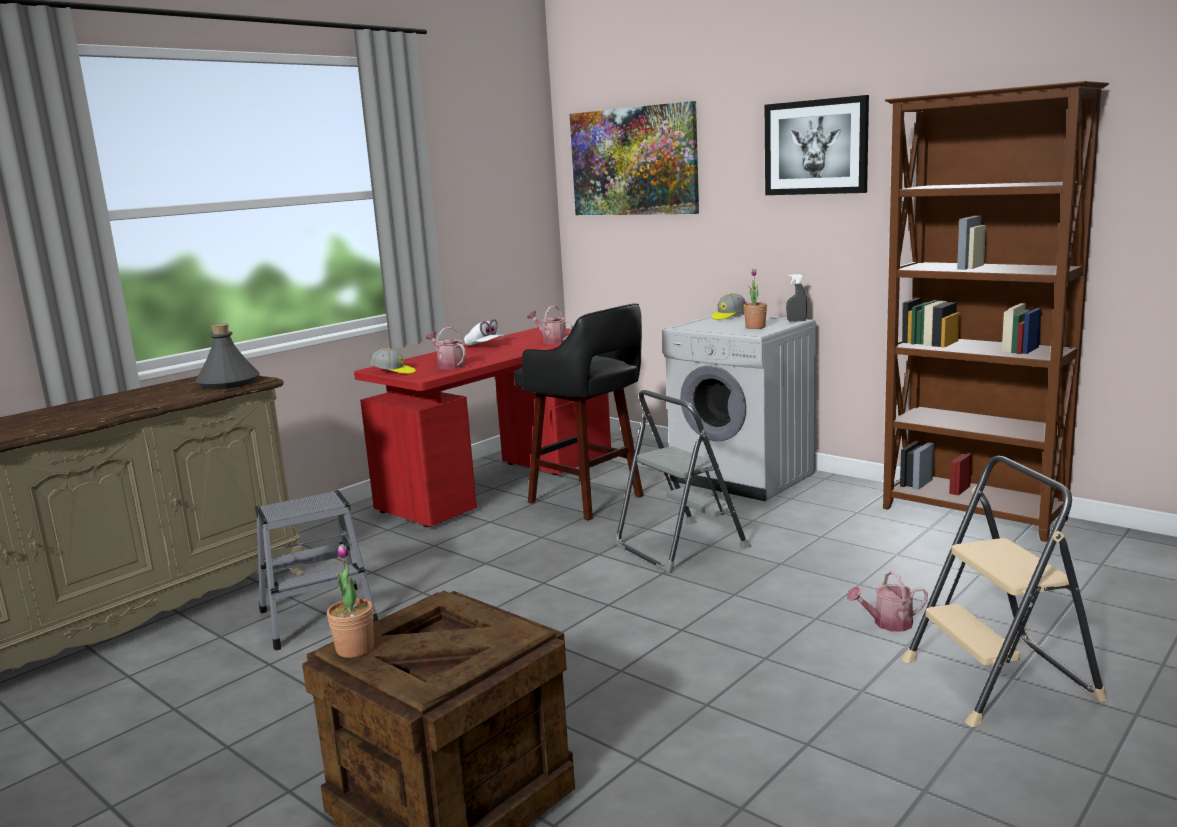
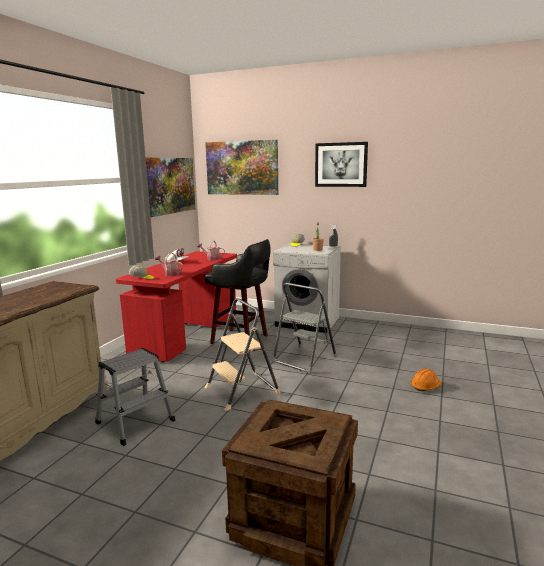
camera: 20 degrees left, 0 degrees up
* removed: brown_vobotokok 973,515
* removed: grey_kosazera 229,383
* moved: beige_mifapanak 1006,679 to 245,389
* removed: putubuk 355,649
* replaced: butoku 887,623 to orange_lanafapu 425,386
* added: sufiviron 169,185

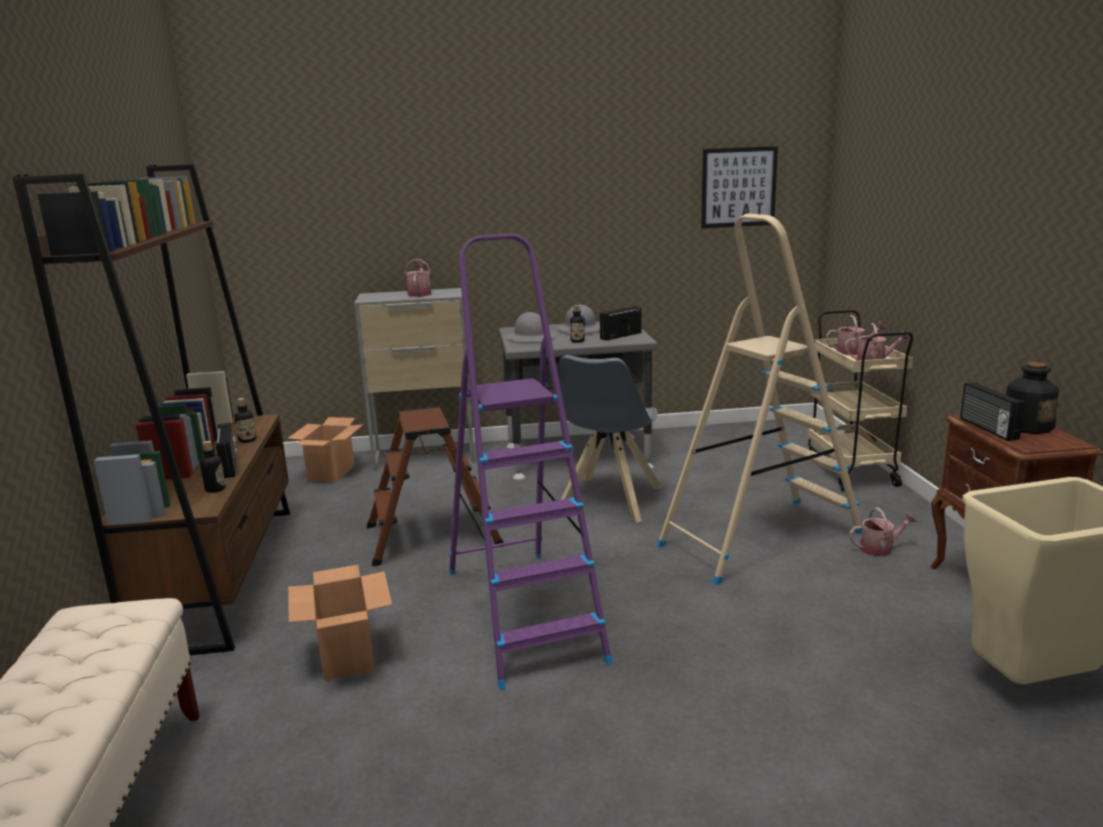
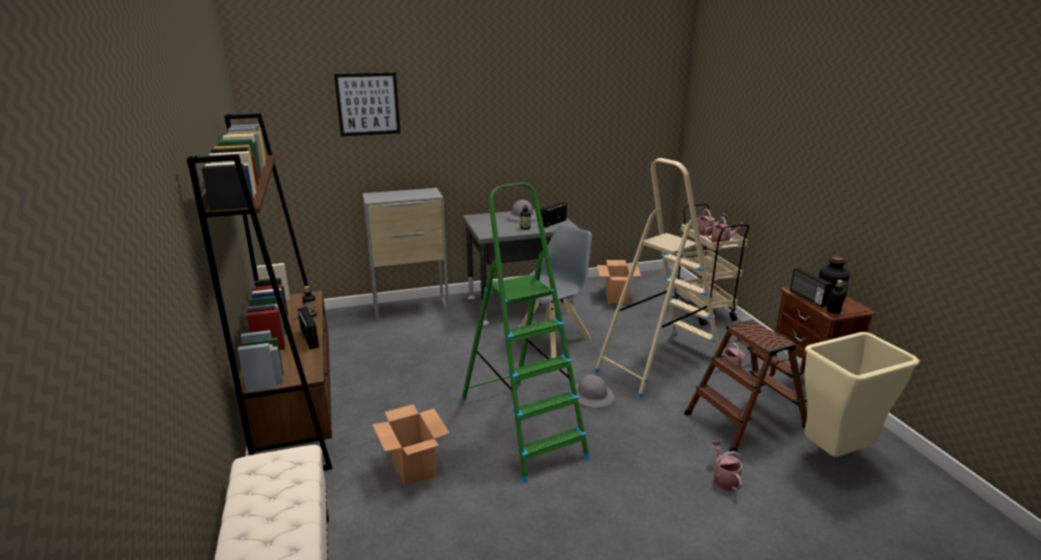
camera: 10 degrees left, 5 degrees up
* moved: sufiviron 738,187 to 368,104
* recoloured: purple_mifapanak 523,613 to green_mifapanak 521,427
* moved: butoku 420,293 to 724,479
* moved: grey_lanafapu 531,337 to 592,395
* turned: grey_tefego 608,501 = 552,339 150 degrees counterclockwise
* moved: brown_mifapanak 433,535 to 746,420
* moved: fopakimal 331,473 to 617,297
* moved: kosazera 215,489 to 833,311

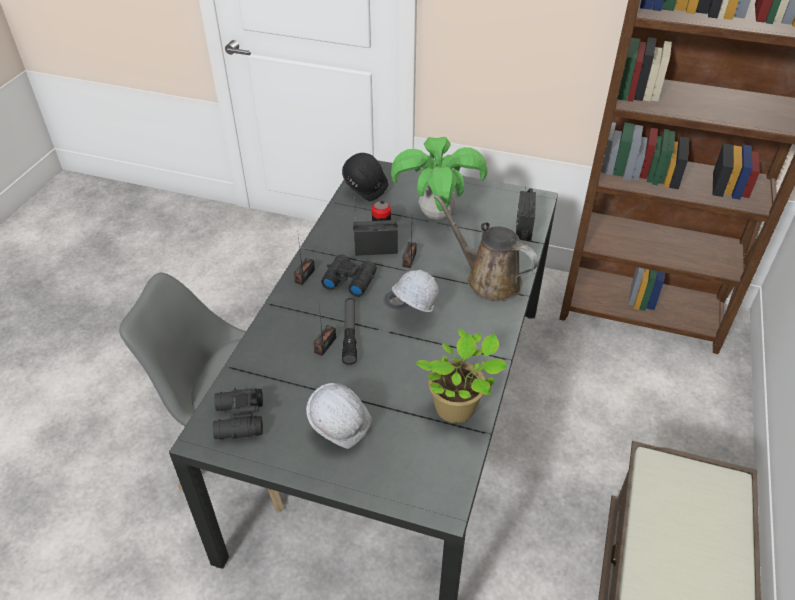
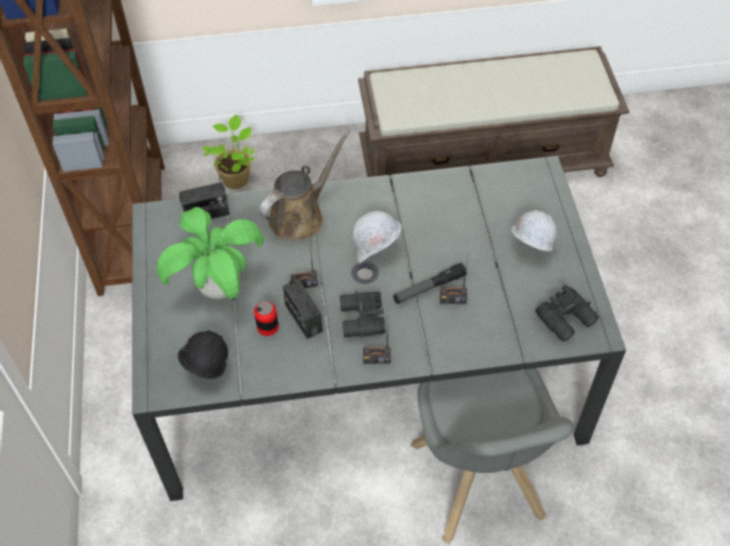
camera: 115 degrees left, 10 degrees up
* turned: brown_butoku 489,279 = 300,216 150 degrees counterclockwise
* moved: putubuk 458,409 to 236,178

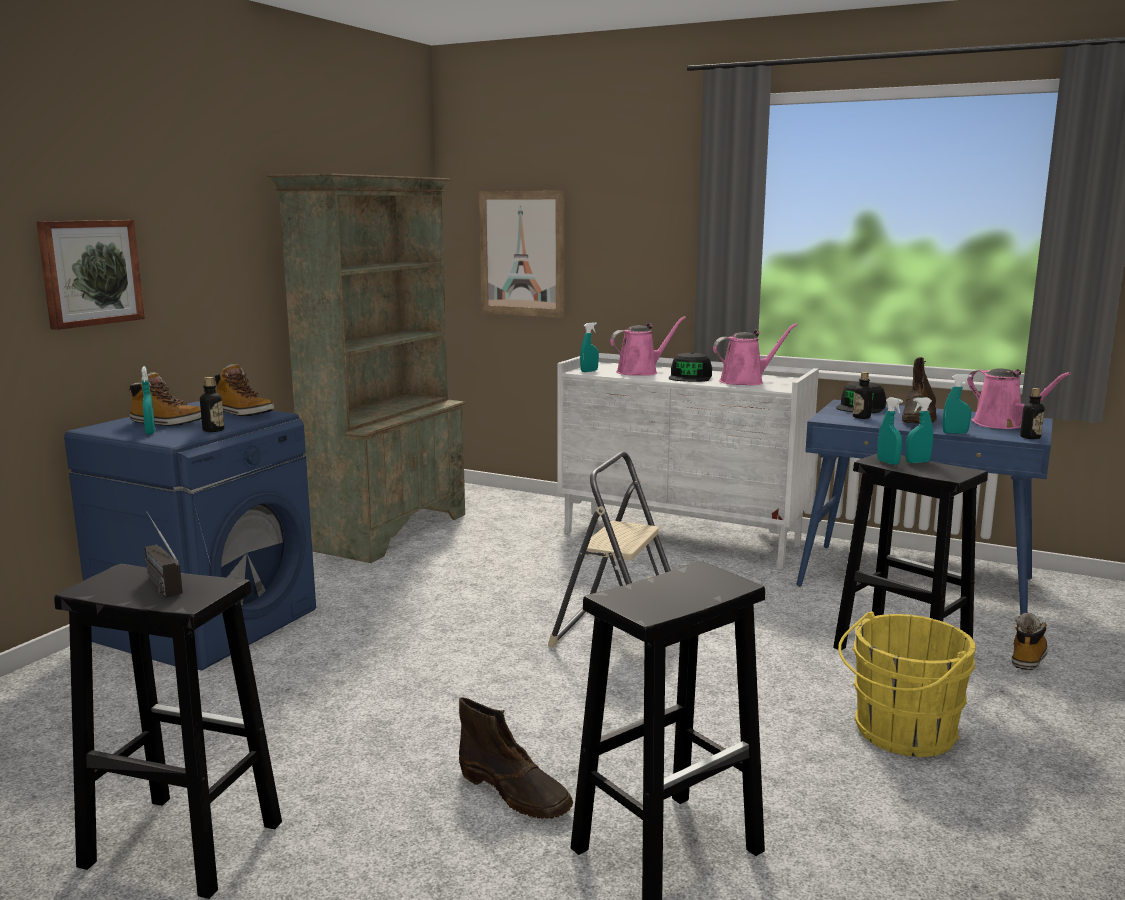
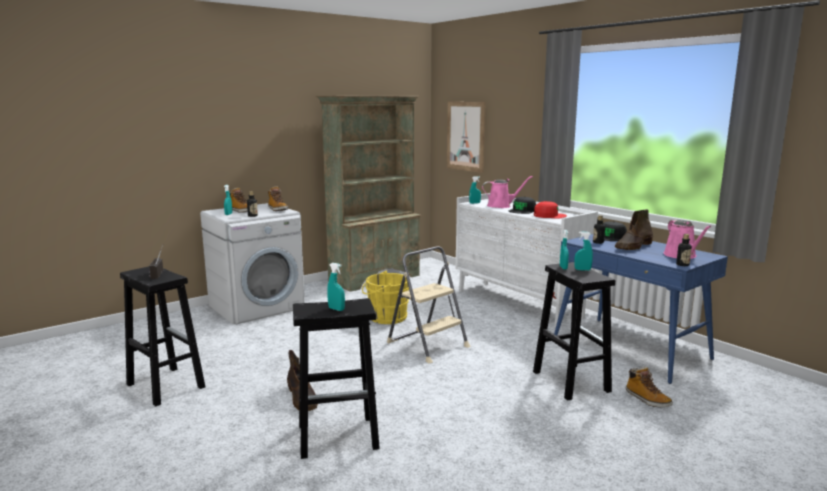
camera: 25 degrees right, 0 degrees up
* removed: sufiviron 90,272
* replaced: pink_butoku 745,381 to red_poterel 549,215
* moved: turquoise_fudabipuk 955,433 to 336,309
* recoloured: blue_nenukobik 213,624 to white_nenukobik 259,306
* moved: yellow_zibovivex 900,733 to 385,317
* turned: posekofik 1027,657 = 647,400 90 degrees clockwise

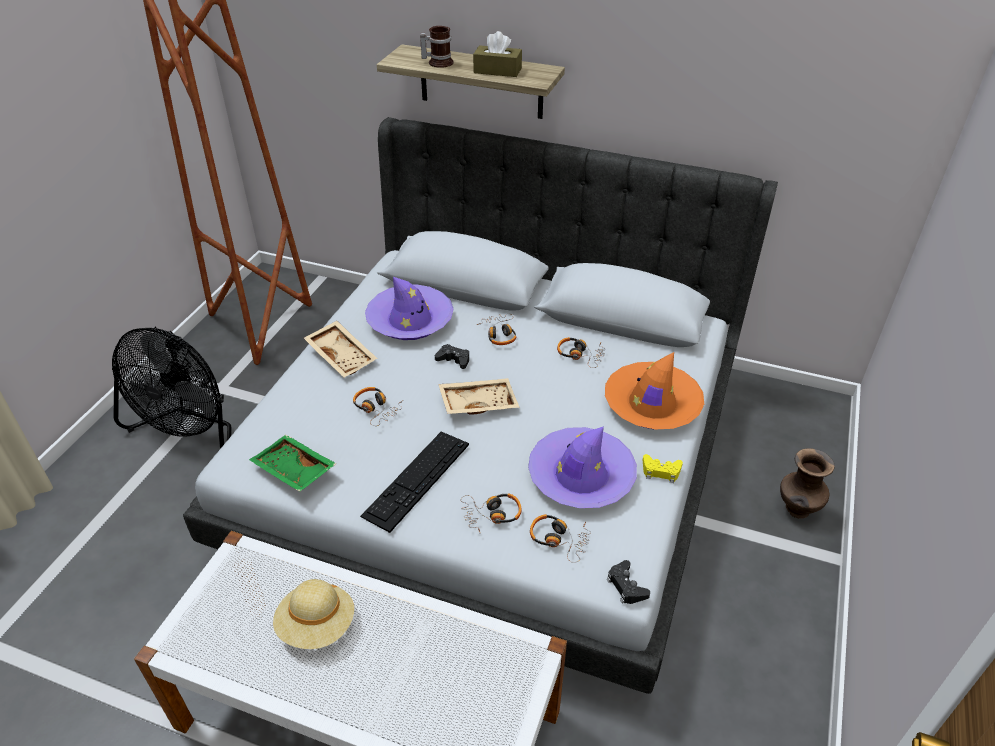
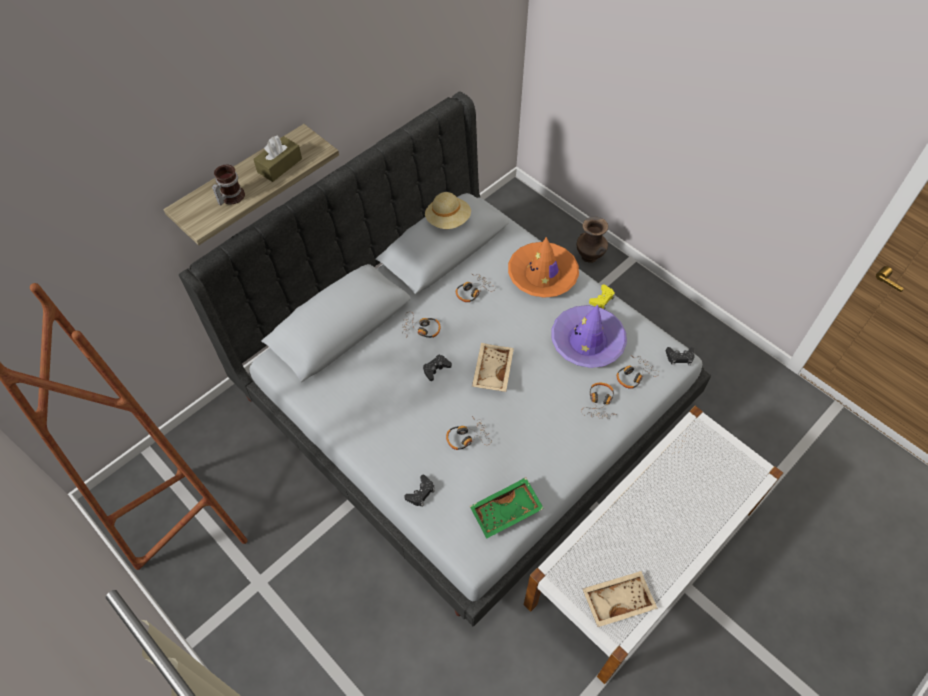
camera: 65 degrees left, 15 degrees up
* removed: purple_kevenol 410,320
* moved: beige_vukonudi 342,355 to 617,600
* removed: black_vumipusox 190,428
* removed: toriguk 417,479
* moved: beige_kevenol 317,626 to 448,220
* added: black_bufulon 421,493

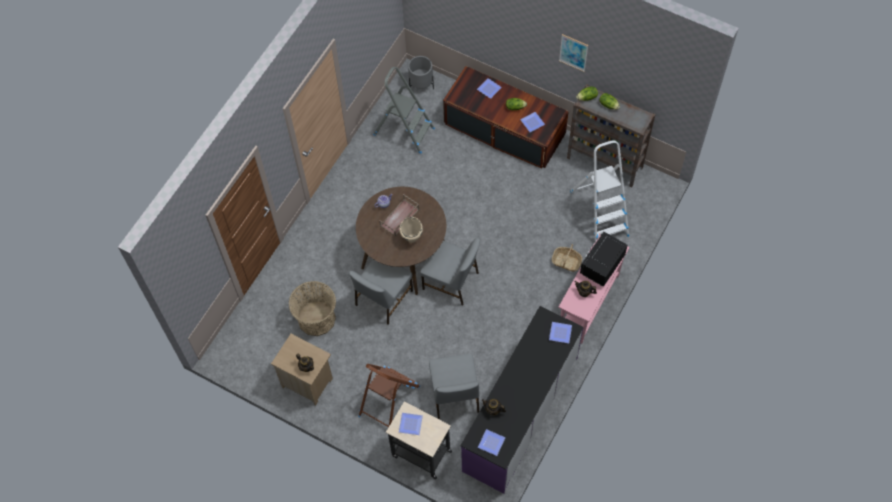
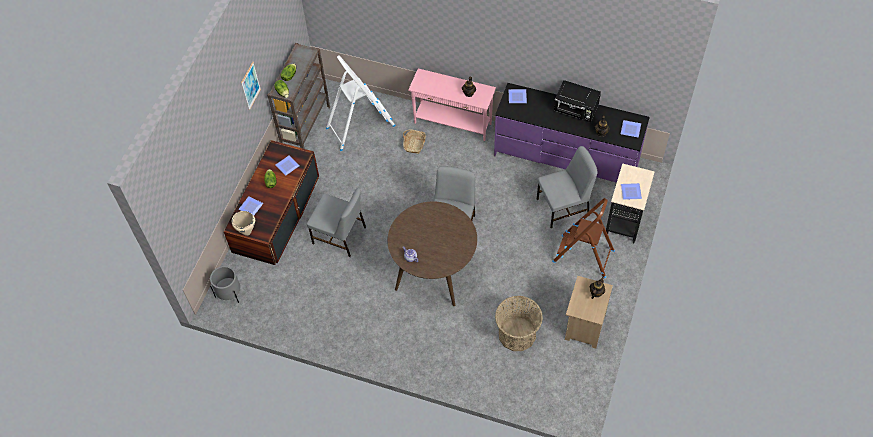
camera: 100 degrees left, 5 degrees down
* removed: grey_mifapanak 404,131
* removed: brown_vukonudi 399,218
* moved: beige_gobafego 412,238 to 246,231
* moved: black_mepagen 601,266 to 576,110
* moved: grey_tefego 383,298 to 340,236

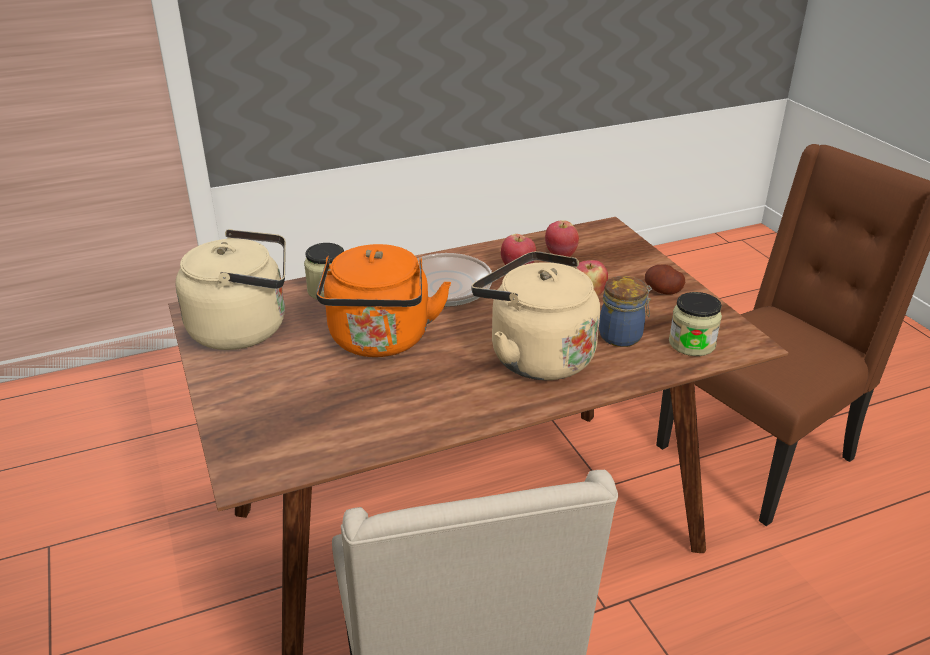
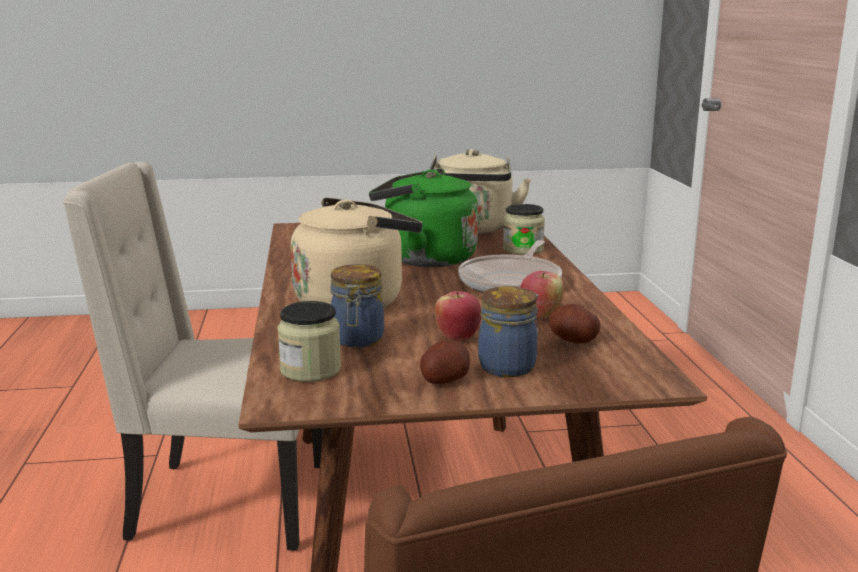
camera: 105 degrees right, 15 degrees down
* replaced: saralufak 560,254 to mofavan 572,340
* recoloured: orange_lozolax 380,341 to green_lozolax 424,259
* added: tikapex 509,366

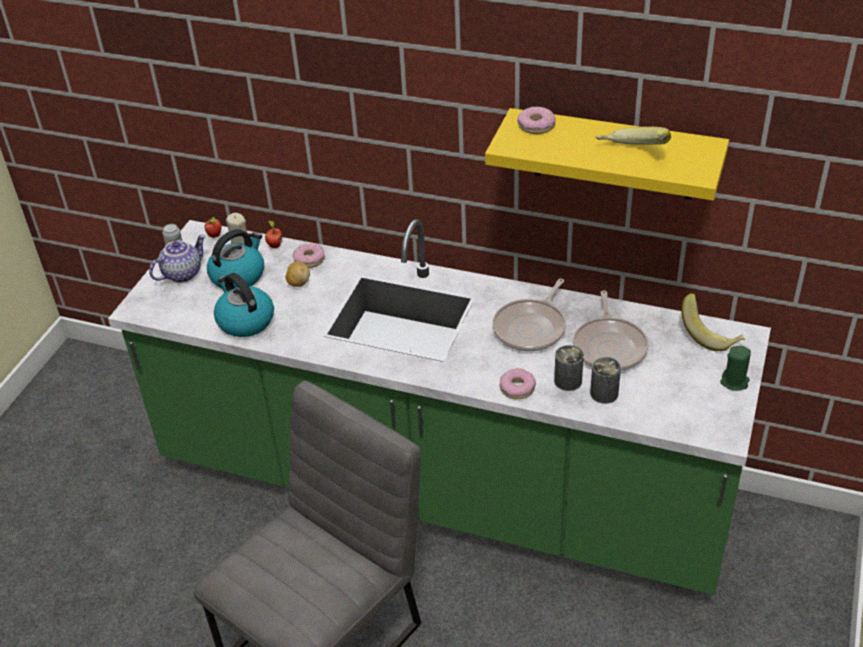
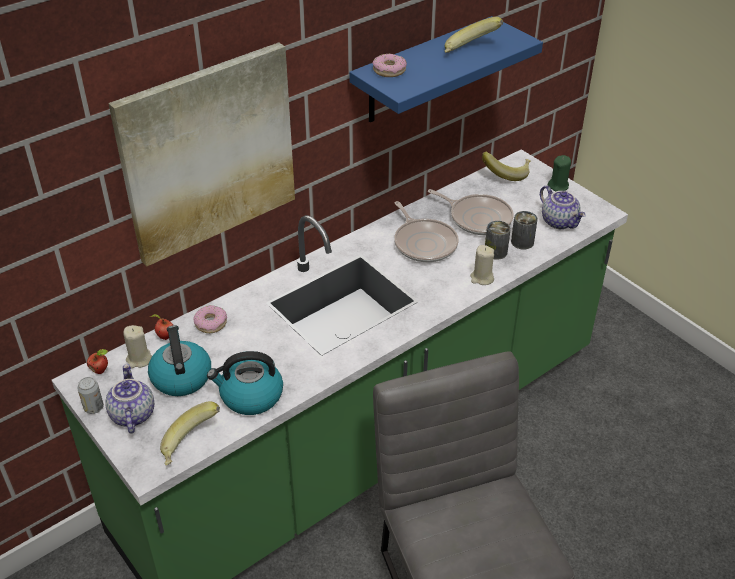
camera: 60 degrees left, 0 degrees up
* recoloured: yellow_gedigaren 614,154 to blue_gedigaren 422,71
* removed: mofavan 298,283
* replaced: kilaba 517,388 to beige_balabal 482,278
* added: sufiviron 208,153
* added: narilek 560,222
* added: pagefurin 191,446

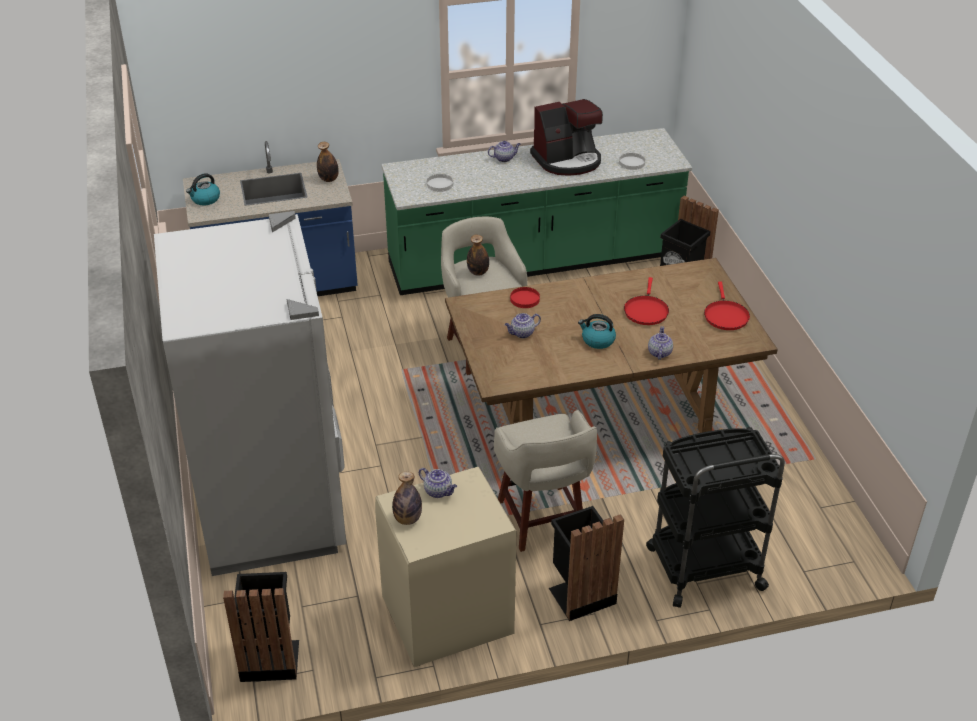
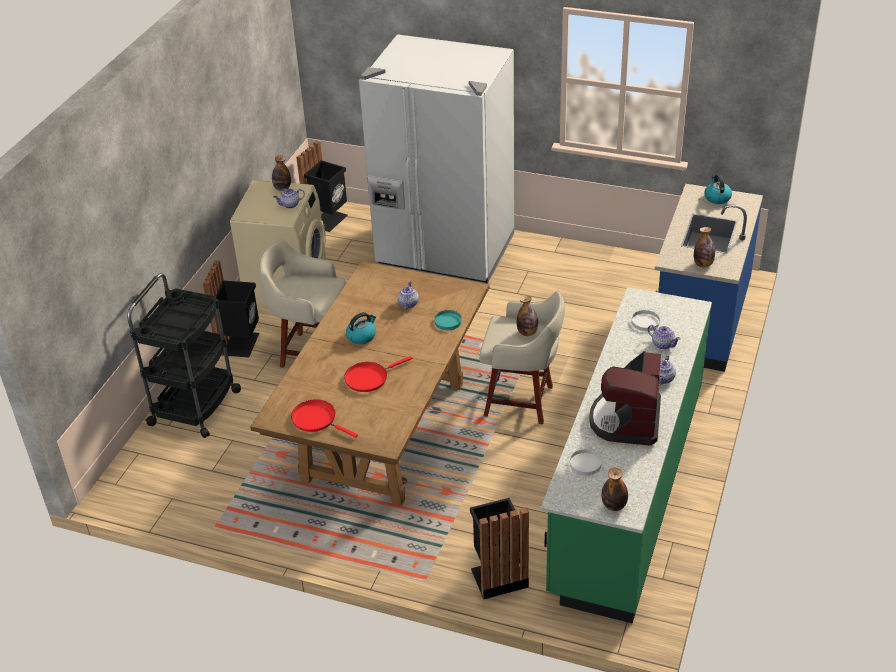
camera: 125 degrees right, 0 degrees up
* turned: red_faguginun 646,311 = 369,378 75 degrees counterclockwise
* recoloured: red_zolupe 524,299 to turquoise_zolupe 448,321
* moved: narilek 659,353 to 662,344
* added: kosazera 614,506

